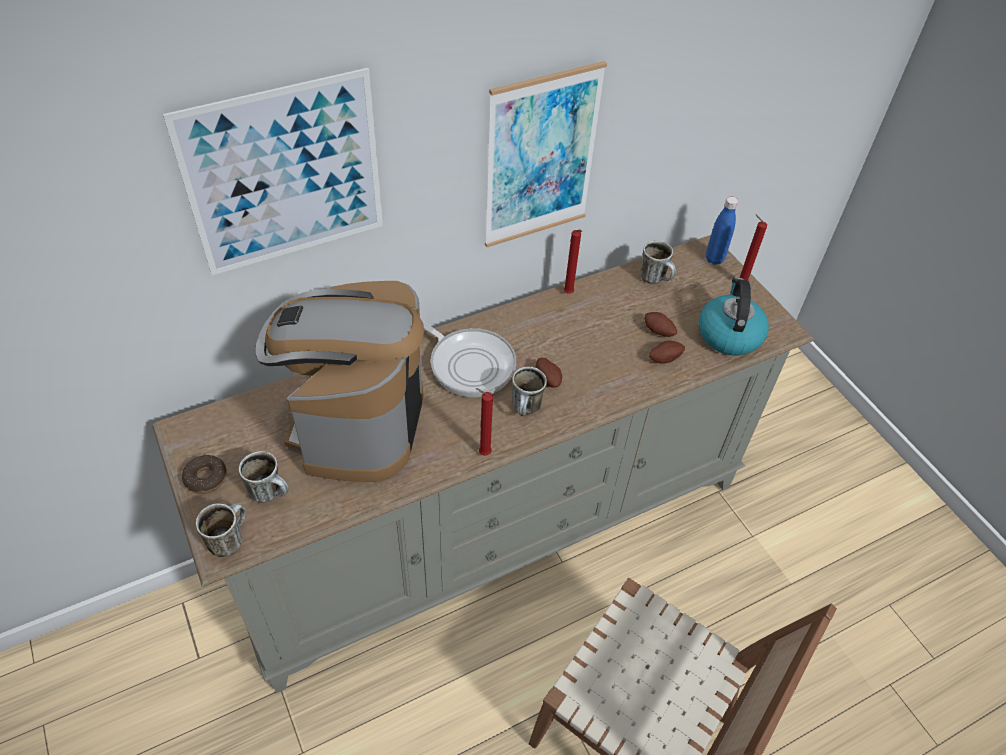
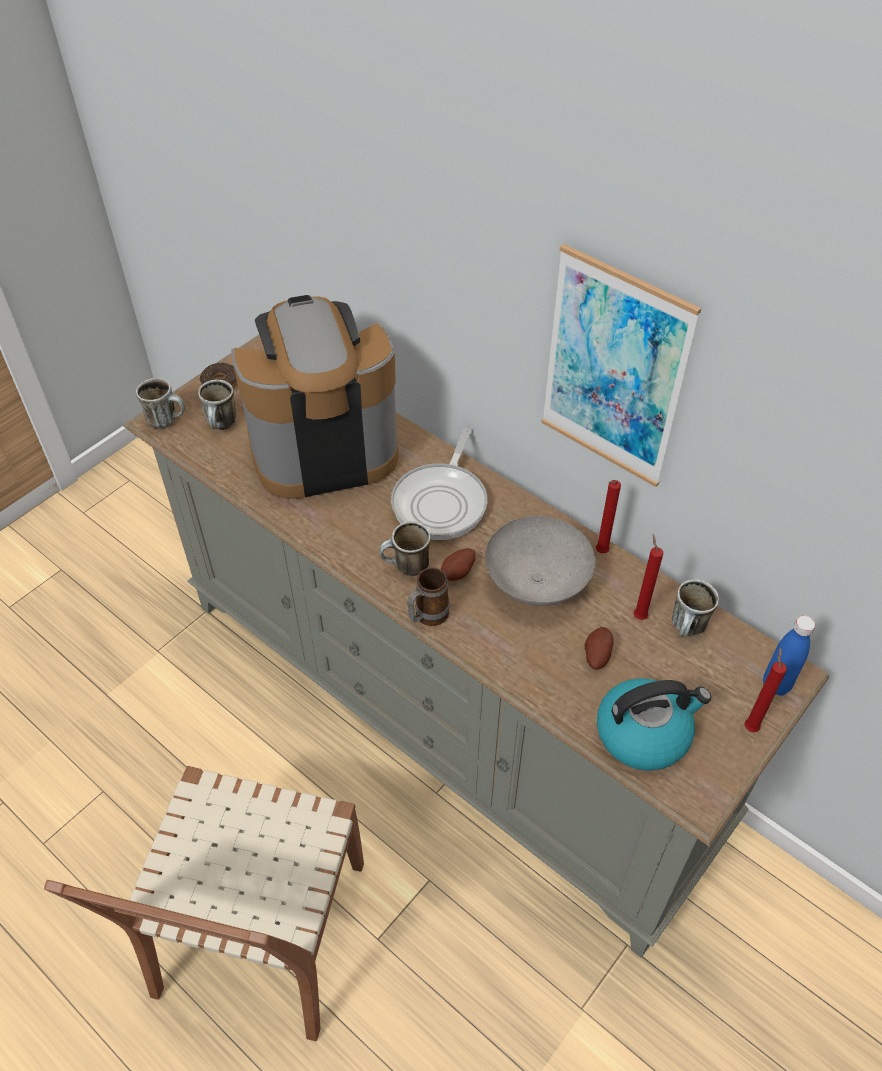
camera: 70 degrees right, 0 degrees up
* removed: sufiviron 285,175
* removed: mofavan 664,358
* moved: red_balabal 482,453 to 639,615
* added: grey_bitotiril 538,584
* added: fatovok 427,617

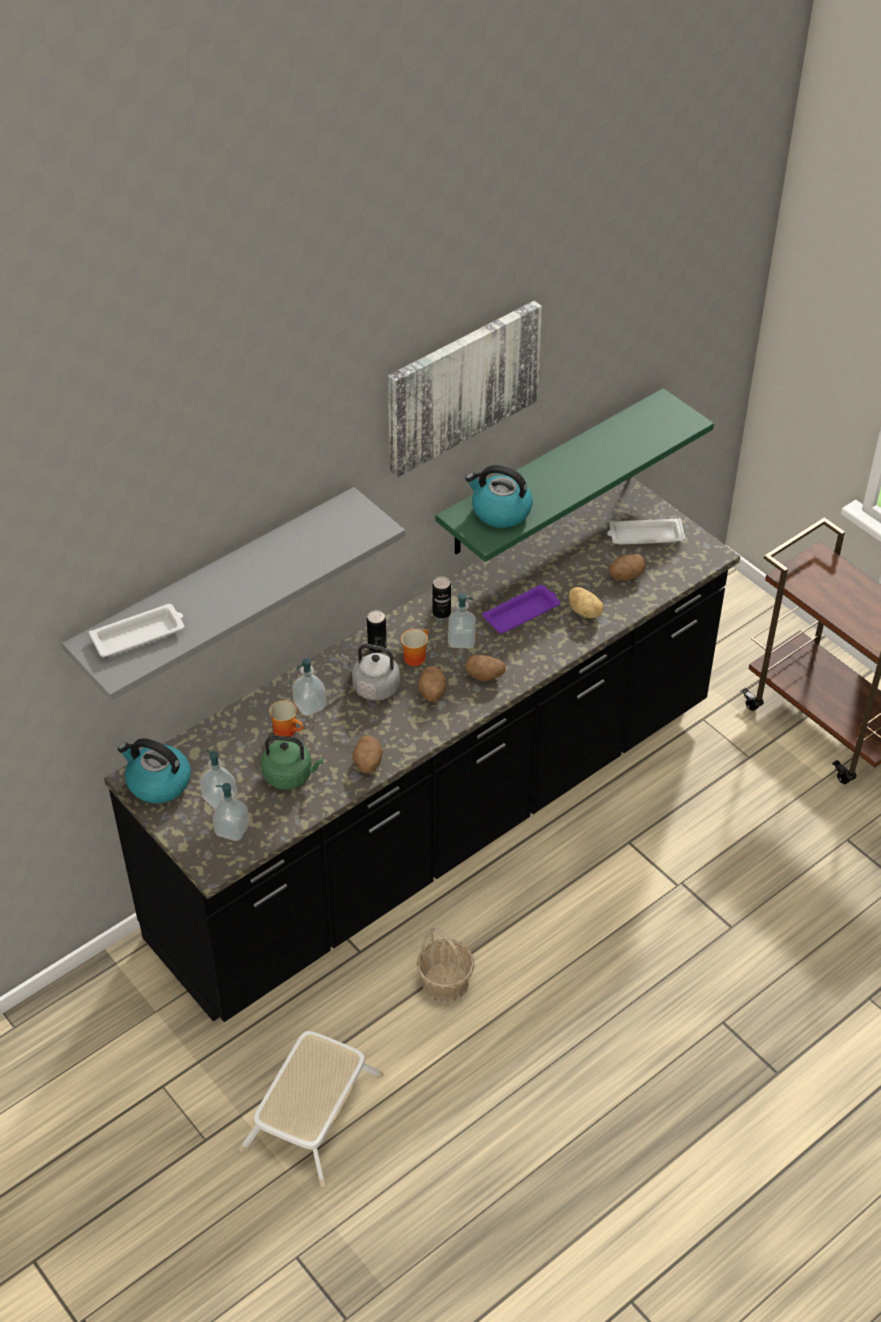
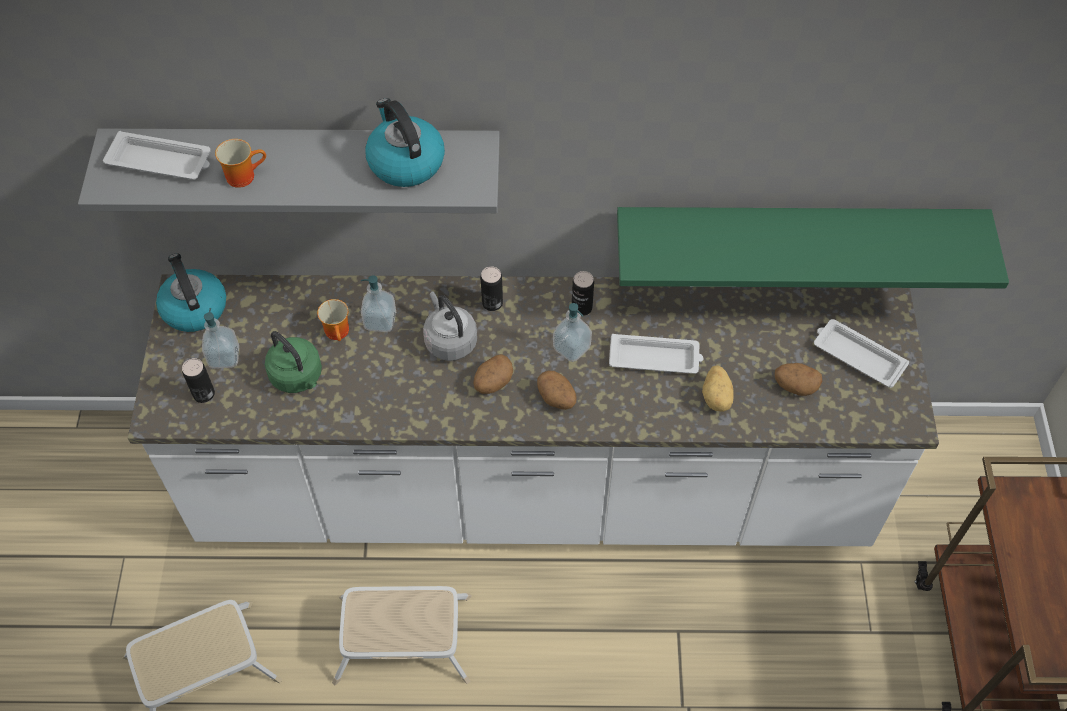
camera: 40 degrees right, 10 degrees up
* removed: sufiviron 462,385
* moved: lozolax 500,511 to 405,162
* recoloured: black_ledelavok 440,823 to white_ledelavok 533,492
* recoloured: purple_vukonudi 522,613 to white_vukonudi 655,358
* moved: fatovok 414,656 to 243,174
* removed: mofavan 367,763
* replaced: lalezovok 232,829 to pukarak 204,394
* replaced: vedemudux 445,982 to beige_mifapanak 403,639

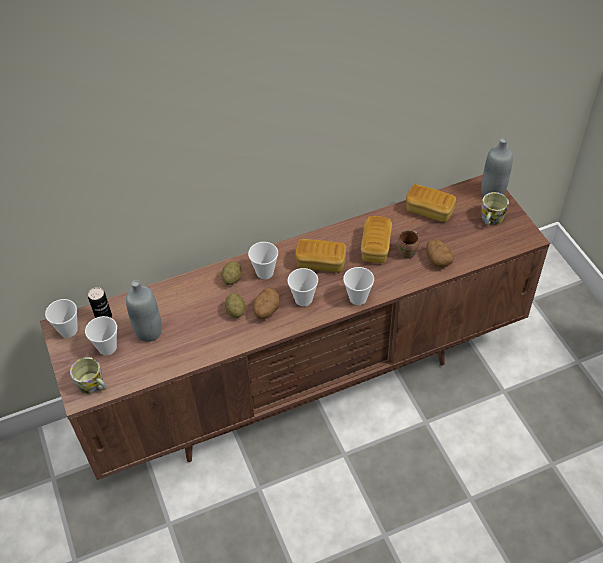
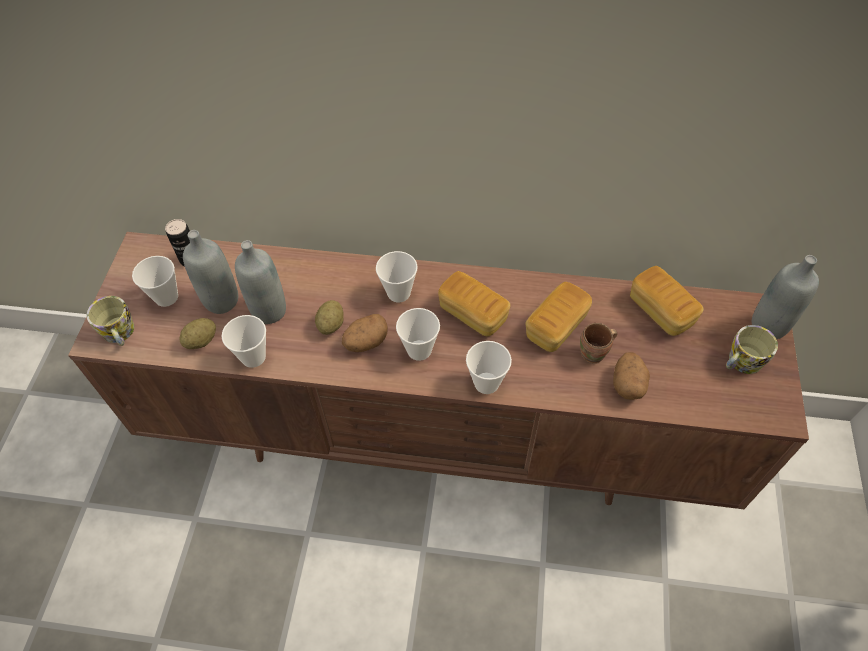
camera: 30 degrees right, 5 degrees up
* moved: mofavan 232,279 to 201,341
* moved: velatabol 68,330 to 253,357
* added: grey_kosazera 269,310

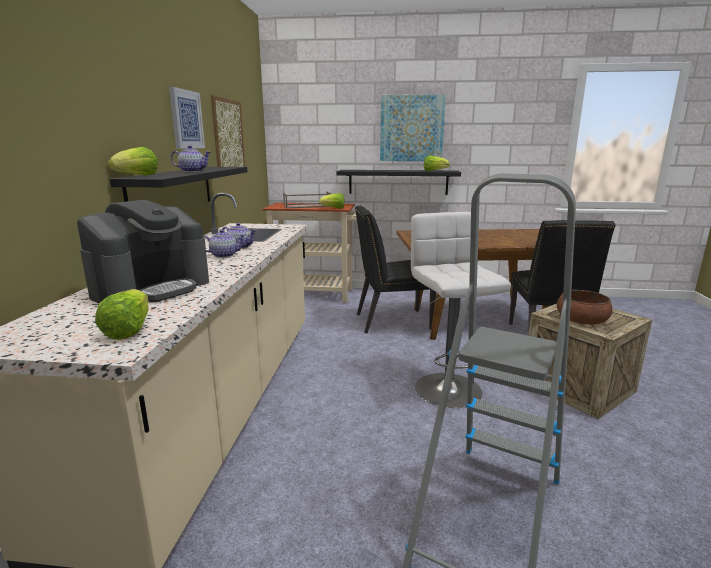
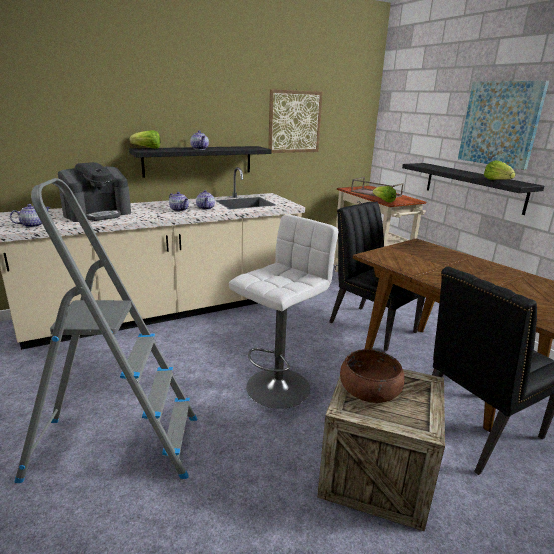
camera: 55 degrees right, 5 degrees up
* removed: sufiviron 186,119
* turned: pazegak 152,288 = 98,214 45 degrees counterclockwise
* replaced: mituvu 129,330 to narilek 32,225

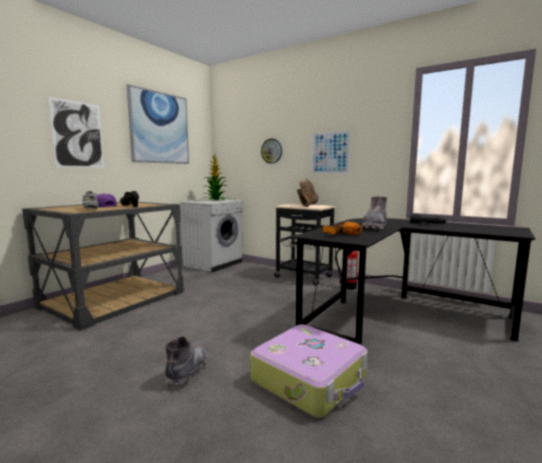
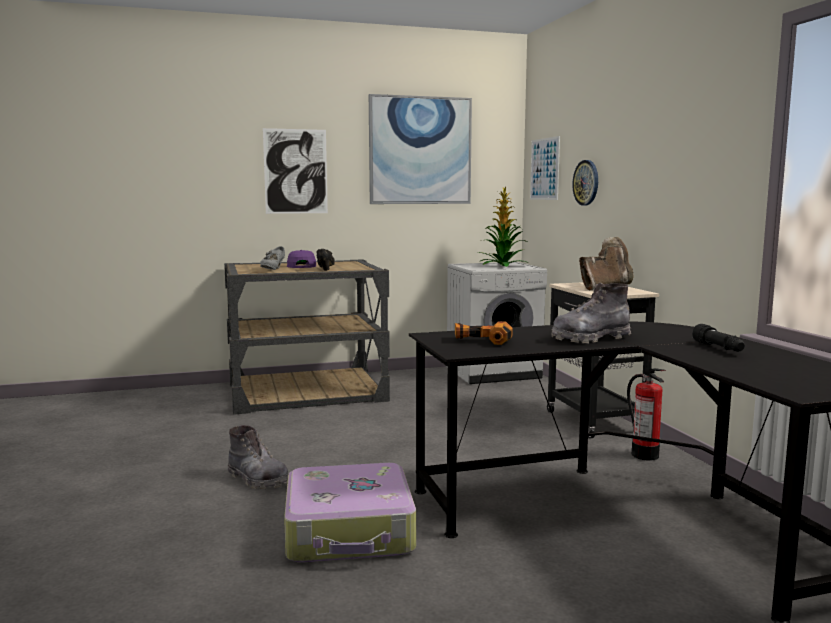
camera: 40 degrees right, 0 degrees up
* moved: sufiviron 330,152 to 544,169
* turned: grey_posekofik 188,371 = 258,479 75 degrees clockwise

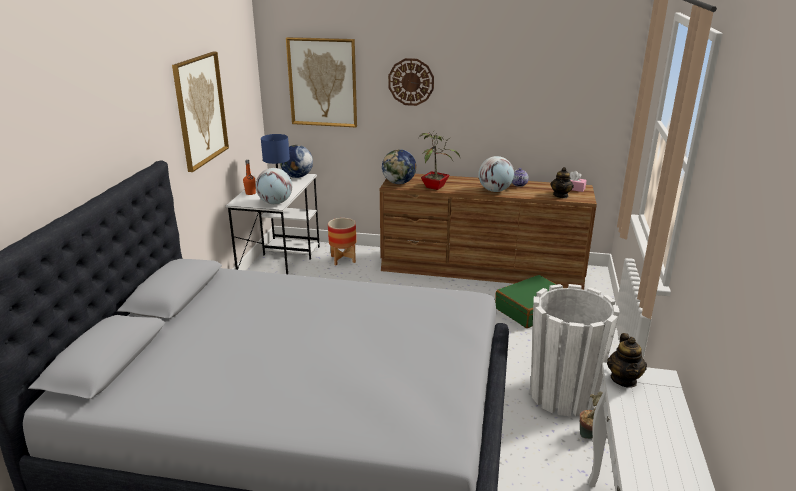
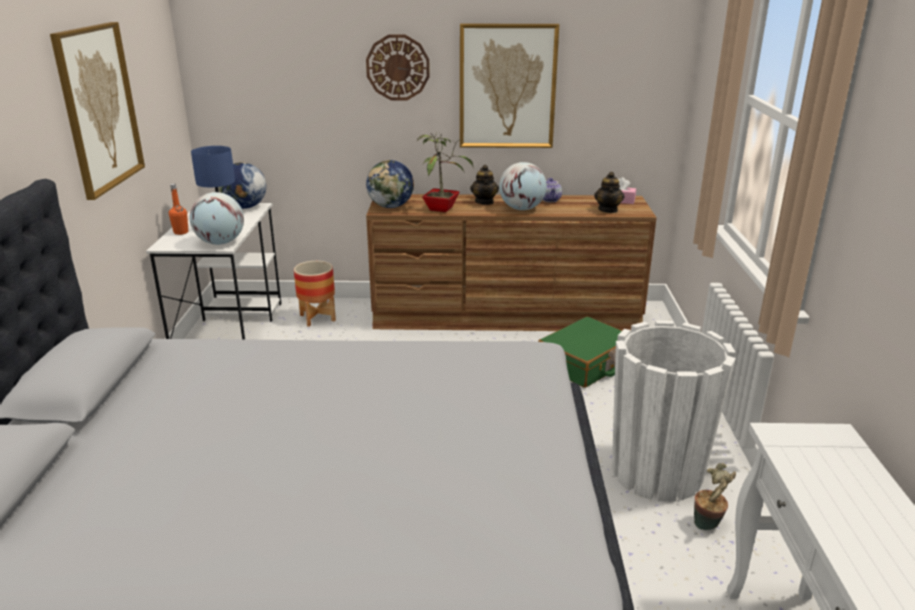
camera: 10 degrees left, 0 degrees up
* moved: sufiviron 322,82 to 507,87
* moved: narilek 624,379 to 484,202

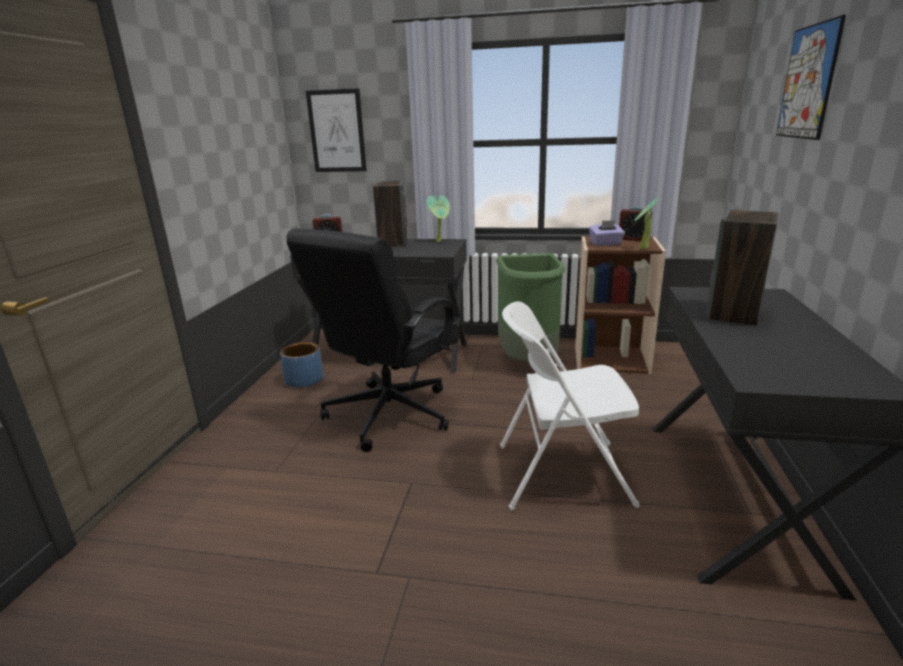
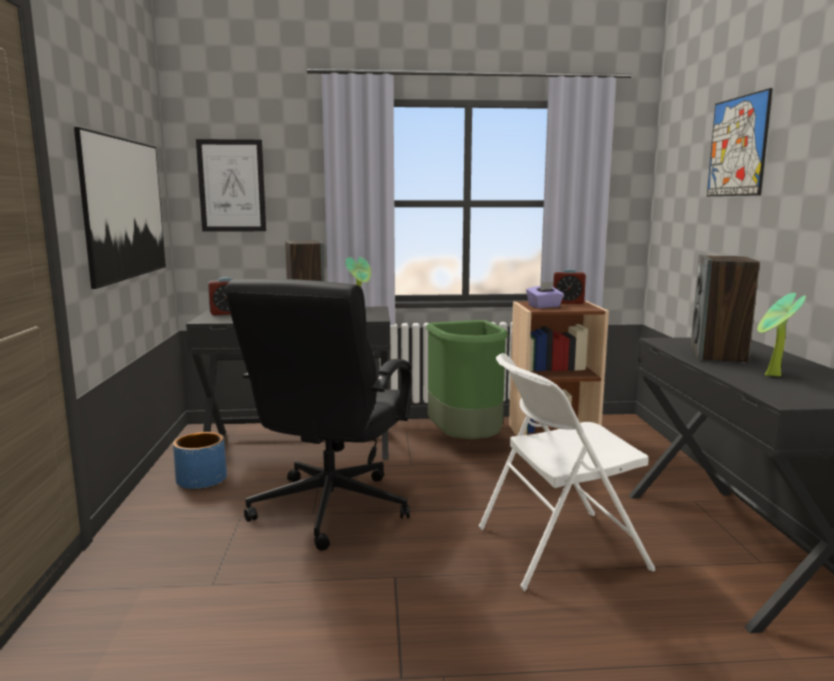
camera: 15 degrees left, 10 degrees down
* moved: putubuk 642,248 to 771,376
* added: sufiviron 125,209

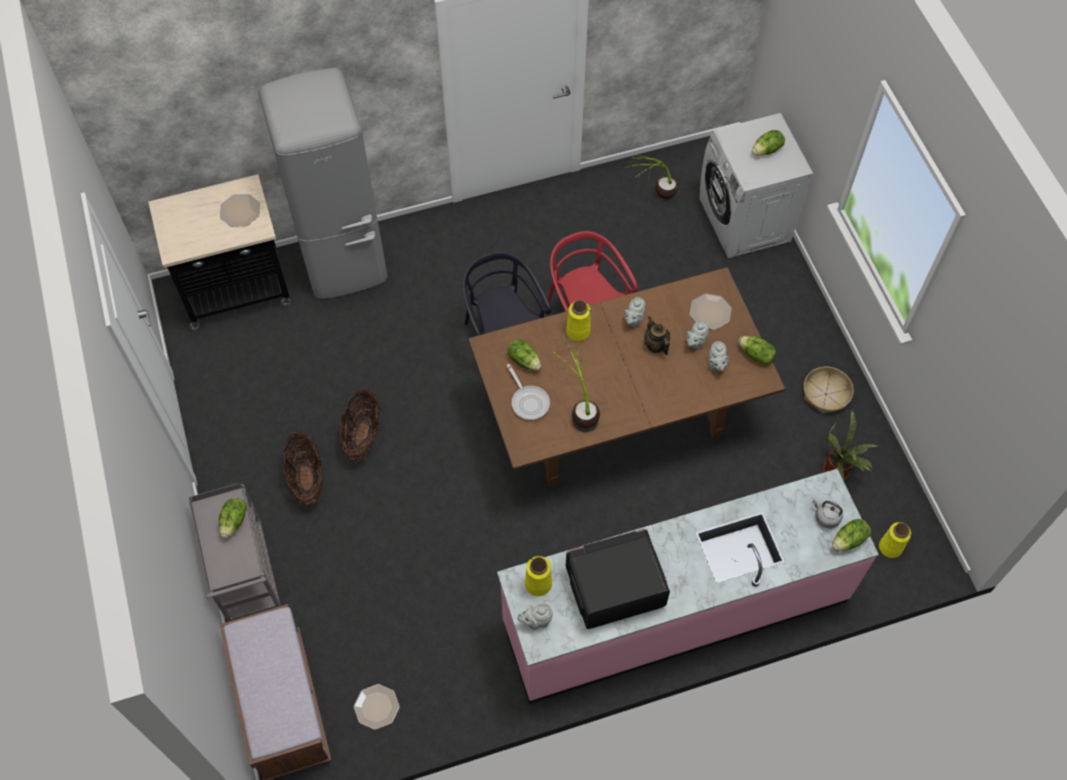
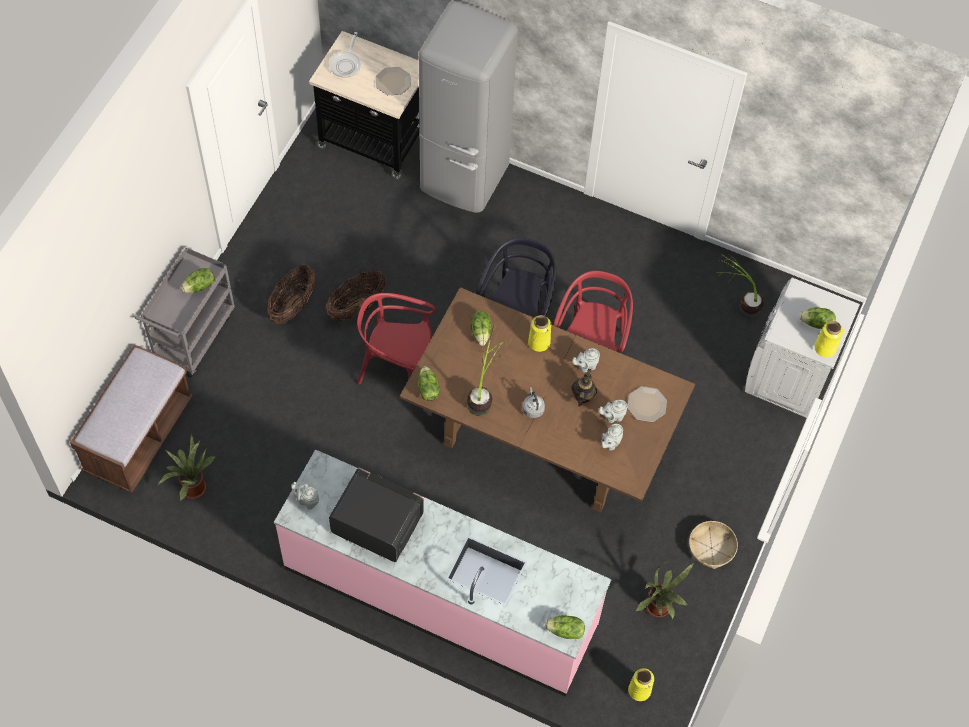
camera: 40 degrees right, 0 degrees up
* moved: mituvu 755,355 to 427,389
* moved: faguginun 529,401 to 346,64
* moved: grey_lozolax 825,517 to 532,408
* moved: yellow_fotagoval 538,584 to 825,348
* replaced: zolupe 376,706 to putubuk 192,486
* added: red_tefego 397,368

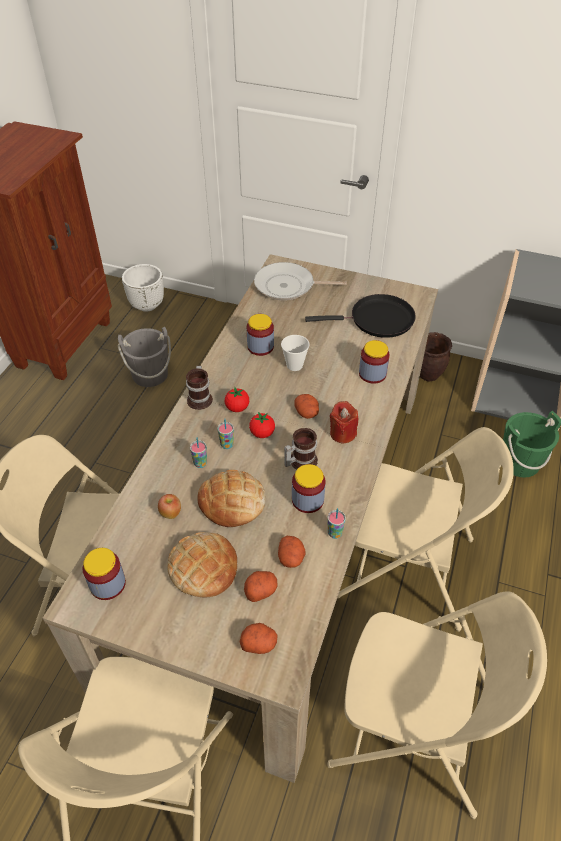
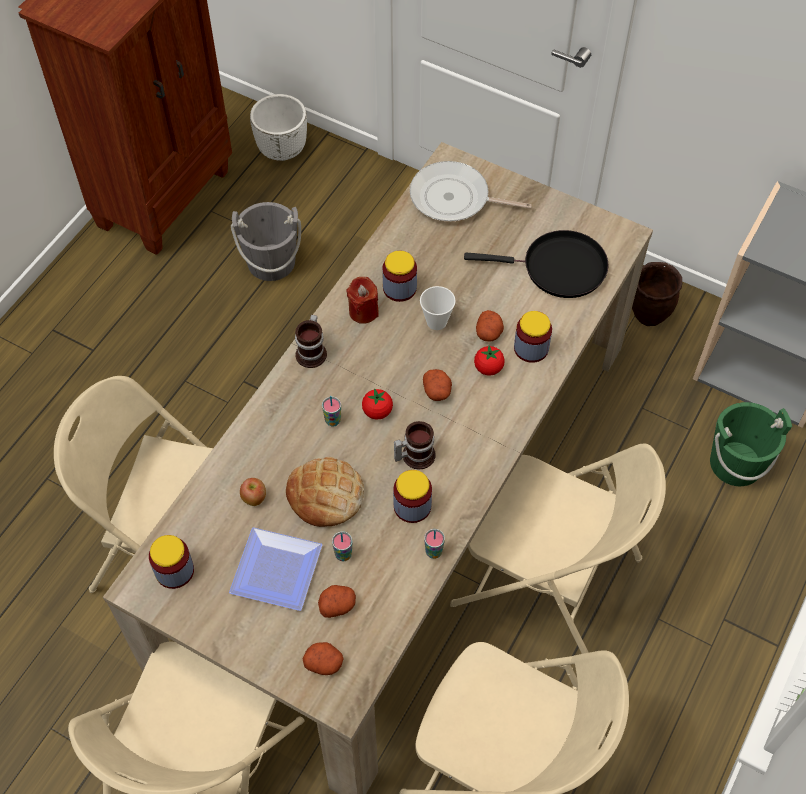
camera: 10 degrees right, 10 degrees up
* moved: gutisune 237,408 to 488,368
* moved: red_balabal 342,433 to 363,311
* moved: velatabol 200,463 to 343,555
* replaced: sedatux 203,567 to zolupe 280,569
* moved: mofavan 291,558 to 489,333

